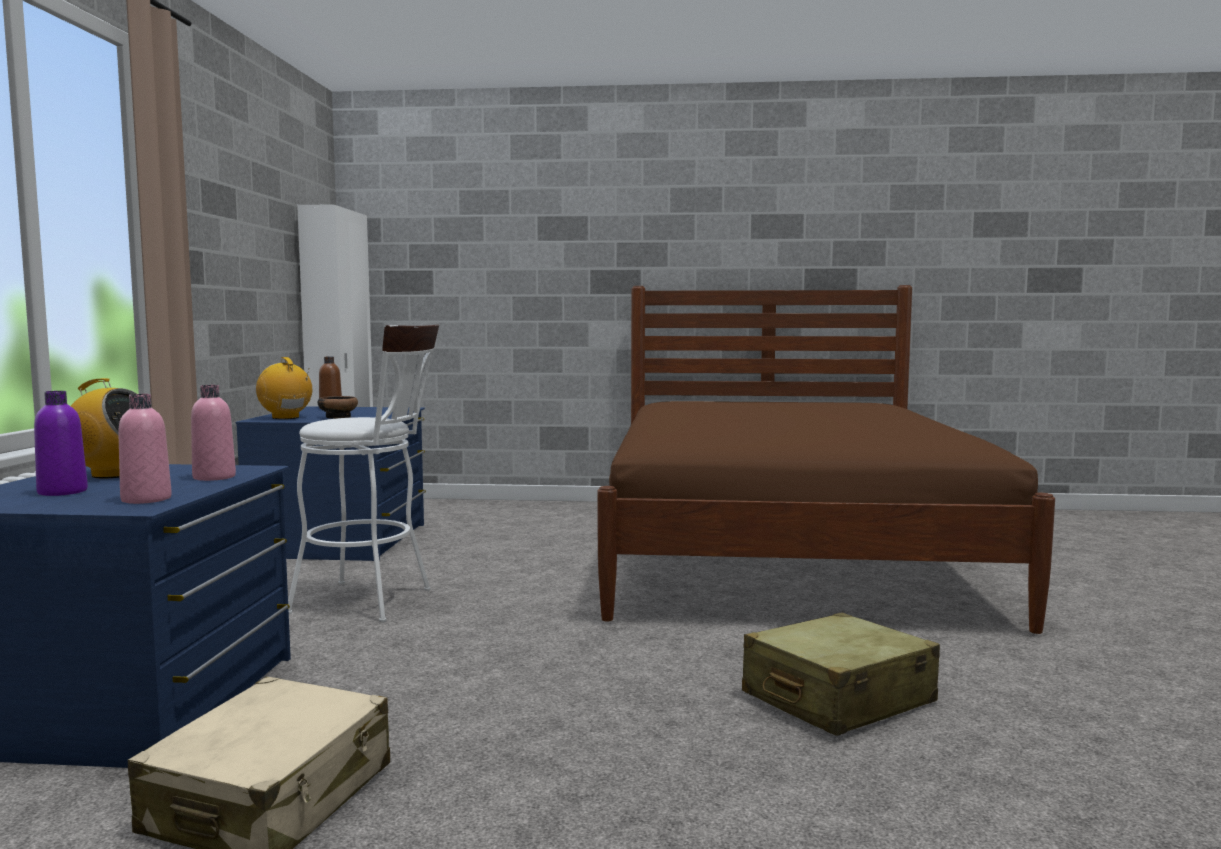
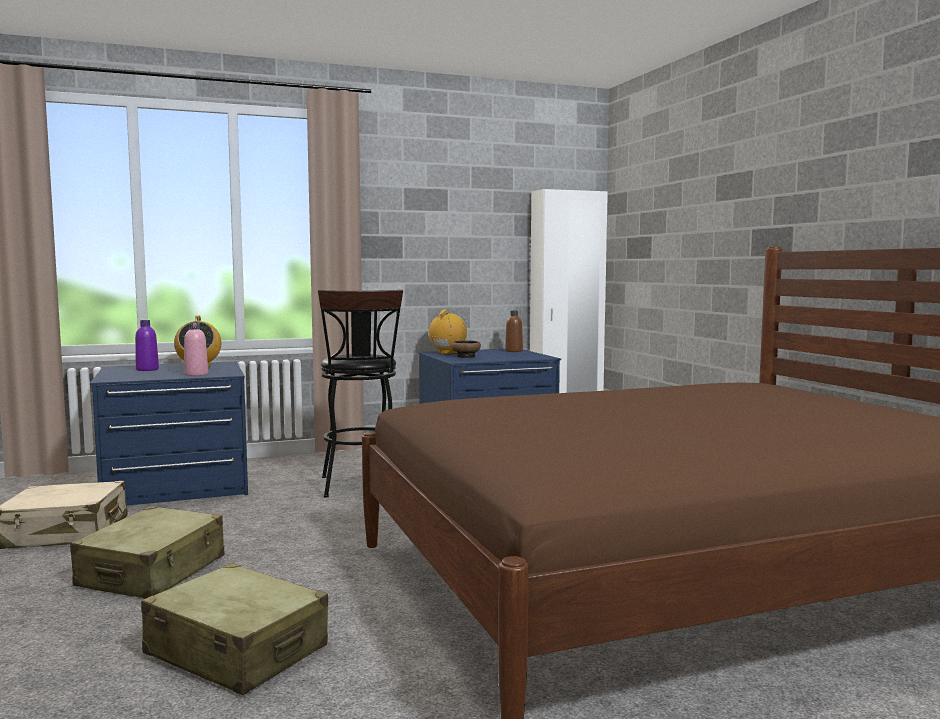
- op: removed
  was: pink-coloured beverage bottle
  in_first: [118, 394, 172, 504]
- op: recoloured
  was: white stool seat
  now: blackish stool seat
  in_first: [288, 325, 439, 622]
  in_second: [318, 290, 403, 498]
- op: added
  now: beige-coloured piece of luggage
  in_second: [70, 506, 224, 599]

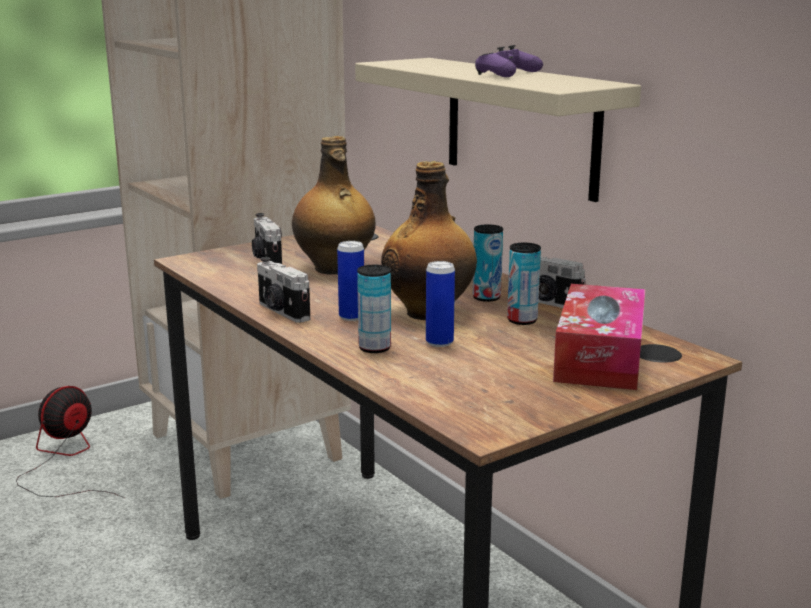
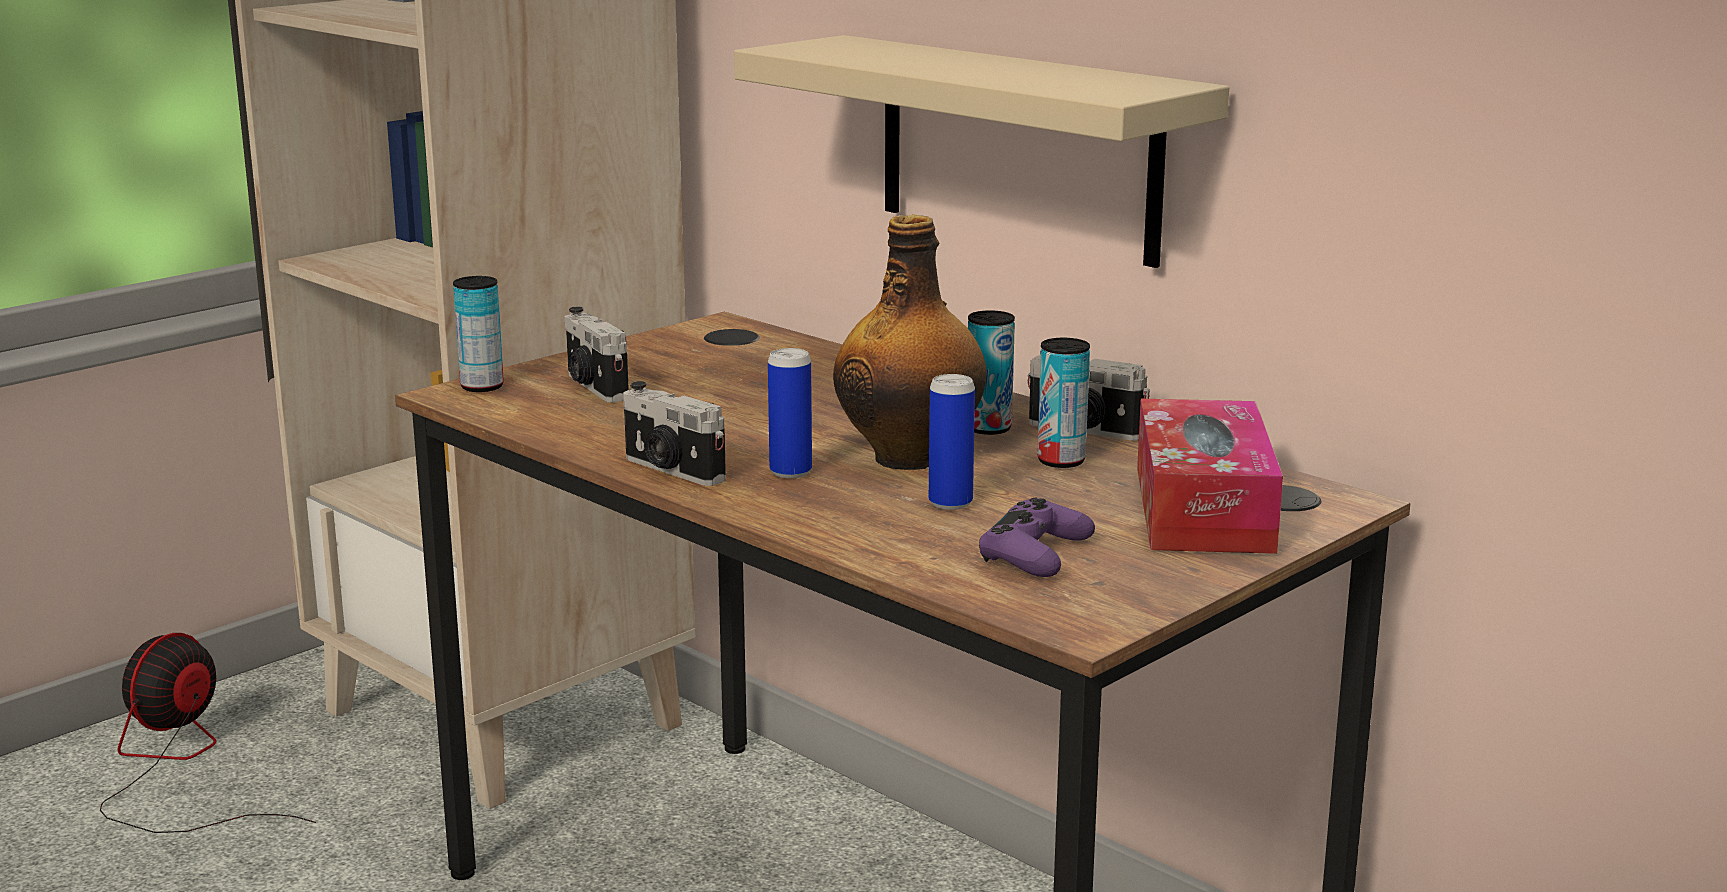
- op: removed
  was: beverage bottle
  in_first: [292, 136, 376, 275]
- op: moved
  was: sealed can
  in_first: [357, 265, 391, 353]
  in_second: [453, 276, 504, 392]
- op: moved
  was: purplish game controller
  in_first: [475, 45, 543, 77]
  in_second: [979, 498, 1095, 577]

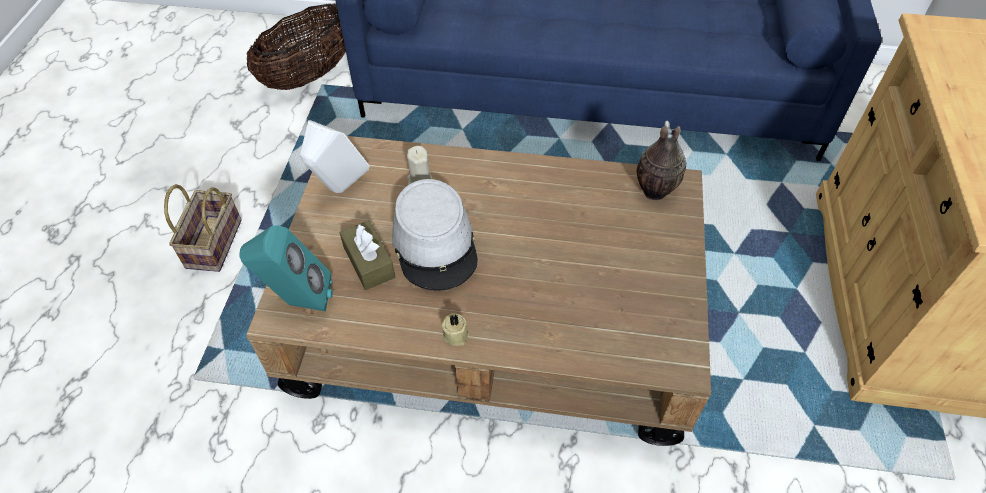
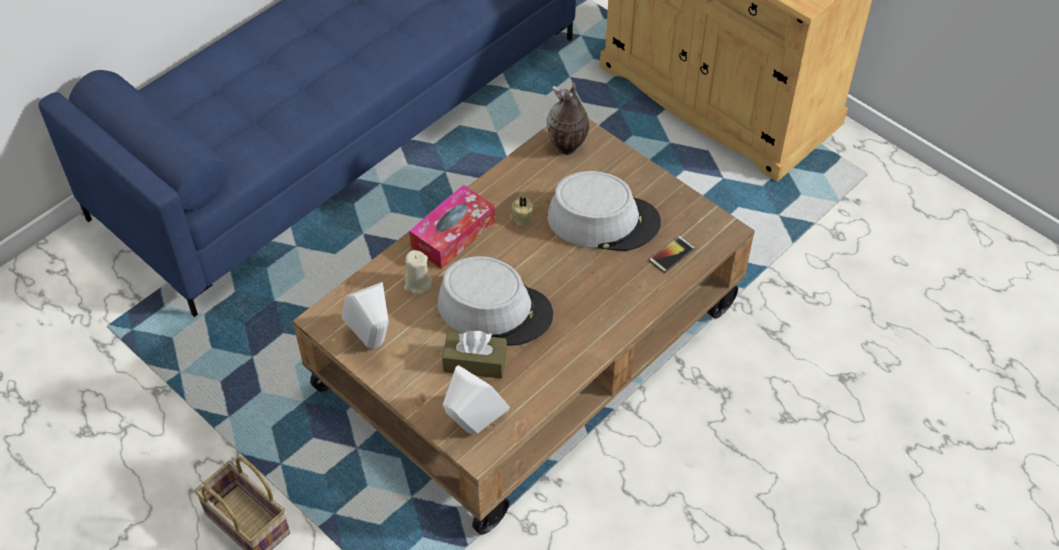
- op: recoloured
  was: turquoise loudspeaker
  now: white loudspeaker
  in_first: [239, 225, 333, 311]
  in_second: [443, 365, 510, 434]
- op: removed
  was: storage basket
  in_first: [246, 3, 346, 90]
- op: moved
  was: beige-coloured wax candle
  in_first: [442, 313, 469, 346]
  in_second: [510, 197, 534, 226]
- op: added
  now: tissue box
  in_second: [409, 185, 495, 269]
- op: added
  now: greyish wearable hat
  in_second: [547, 171, 661, 251]
- op: added
  now: phone
  in_second: [649, 236, 695, 273]

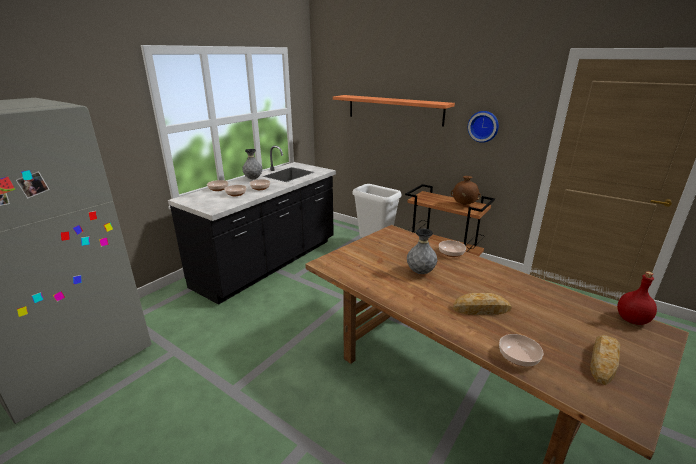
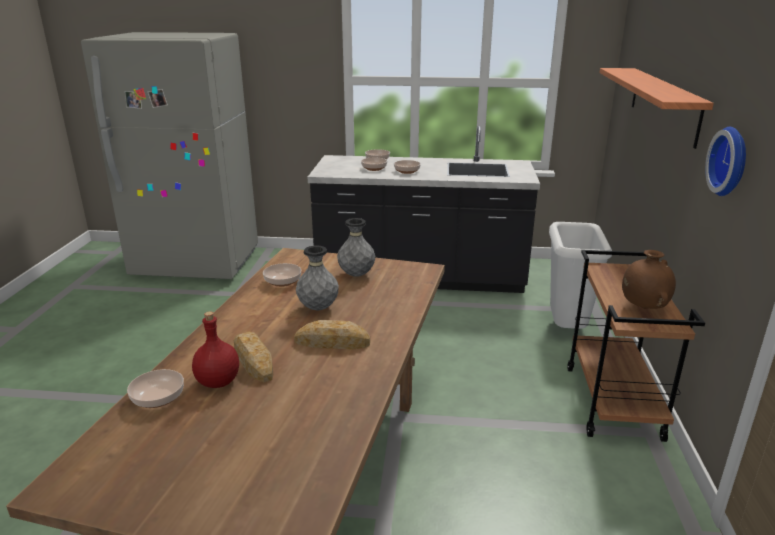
- op: moved
  was: greyish flower vase
  in_first: [242, 149, 262, 179]
  in_second: [337, 218, 375, 277]
- op: moved
  was: bowl
  in_first: [439, 240, 466, 257]
  in_second: [263, 263, 301, 287]
- op: moved
  was: baked bread
  in_first: [590, 335, 620, 385]
  in_second: [294, 320, 370, 350]
- op: moved
  was: reddish beverage bottle
  in_first: [617, 271, 657, 325]
  in_second: [192, 311, 239, 388]

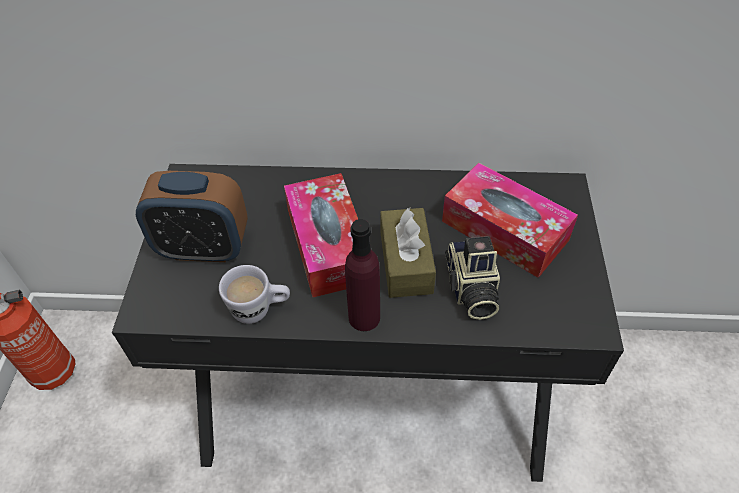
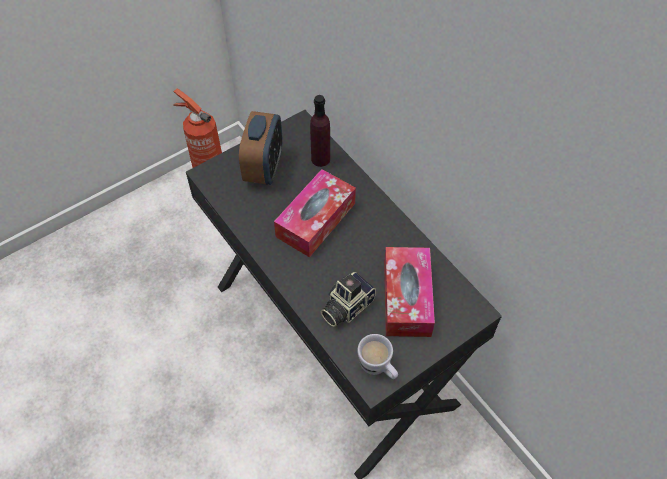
- op: turned
  was: alarm clock
  in_first: [136, 171, 248, 262]
  in_second: [239, 111, 283, 185]
  clockwise: -135
- op: moved
  was: white mug
  in_first: [219, 265, 290, 324]
  in_second: [357, 334, 398, 379]
- op: moved
  was: purplish beverage bottle
  in_first: [345, 219, 380, 331]
  in_second: [310, 95, 330, 167]
- op: removed
  was: brown tissue box
  in_first: [380, 208, 436, 298]

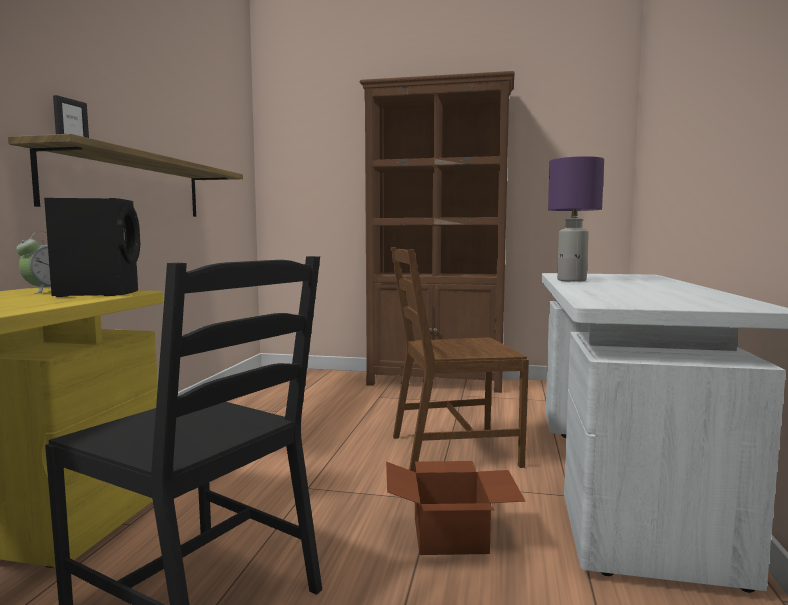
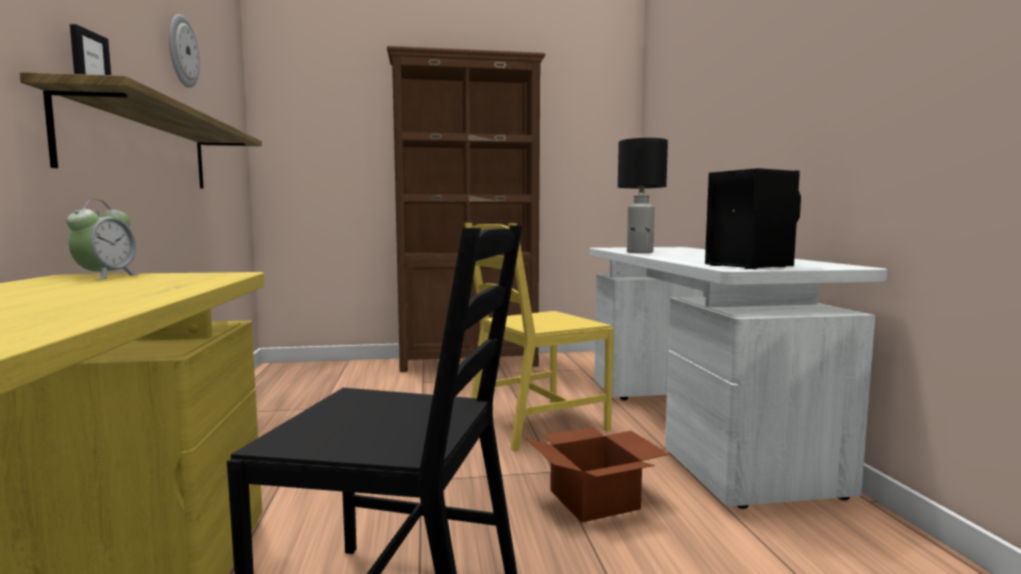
- op: moved
  was: blackish loudspeaker
  in_first: [44, 198, 140, 297]
  in_second: [705, 168, 801, 269]
- op: recoloured
  was: brown plain chair
  now: yellowish plain chair
  in_first: [390, 247, 529, 472]
  in_second: [464, 223, 614, 452]
- op: recoloured
  was: purplish table lamp
  now: blackish table lamp
  in_first: [548, 156, 604, 282]
  in_second: [618, 138, 668, 253]
- op: added
  now: clock on the wall
  in_second: [169, 14, 200, 88]

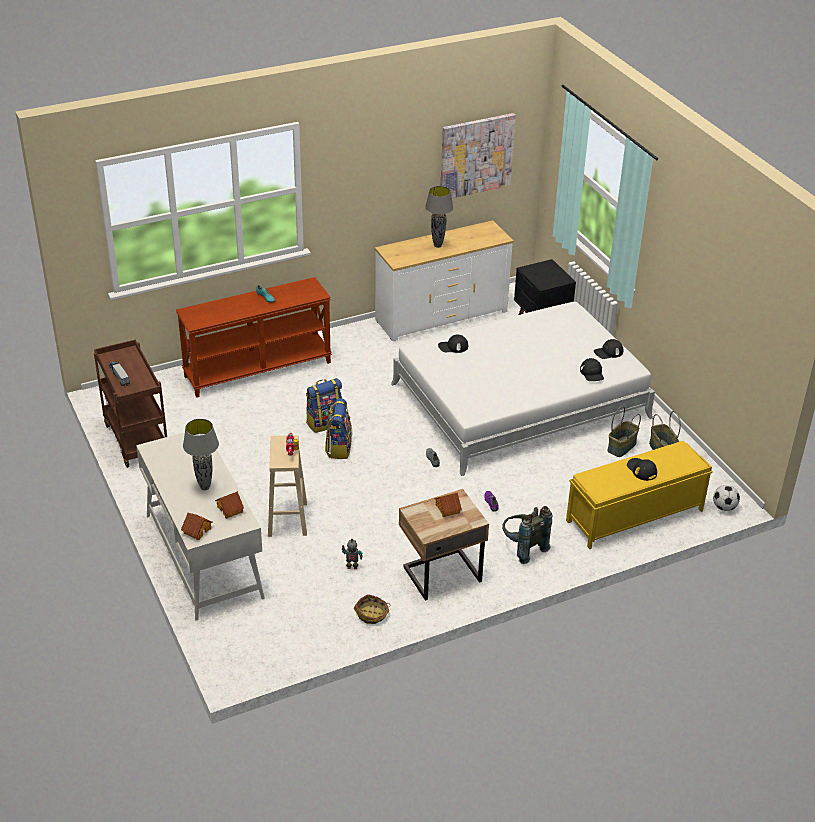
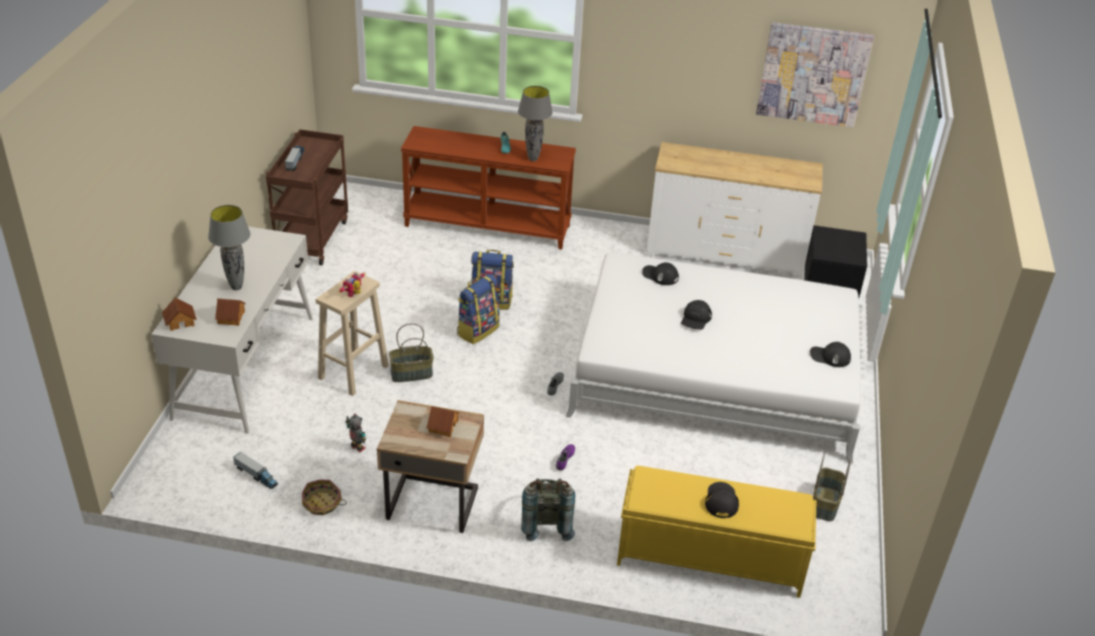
- op: moved
  was: greyish table lamp
  in_first: [425, 186, 454, 248]
  in_second: [518, 86, 553, 161]
- op: moved
  was: blackish baseball cap
  in_first: [580, 358, 604, 381]
  in_second: [681, 300, 712, 330]
- op: moved
  was: storage basket
  in_first: [607, 406, 641, 457]
  in_second: [389, 323, 434, 382]
- op: removed
  was: football ball
  in_first: [713, 485, 740, 511]
- op: added
  now: toy lorry
  in_second: [233, 452, 278, 489]

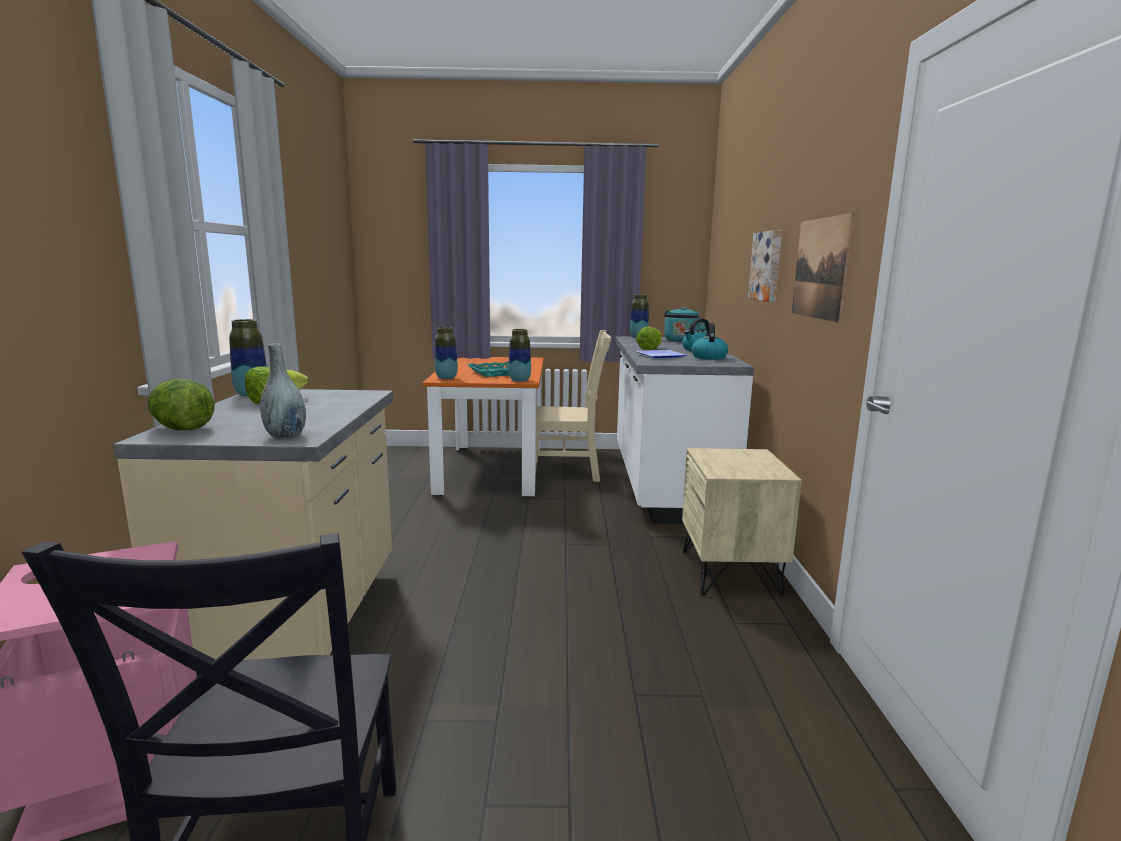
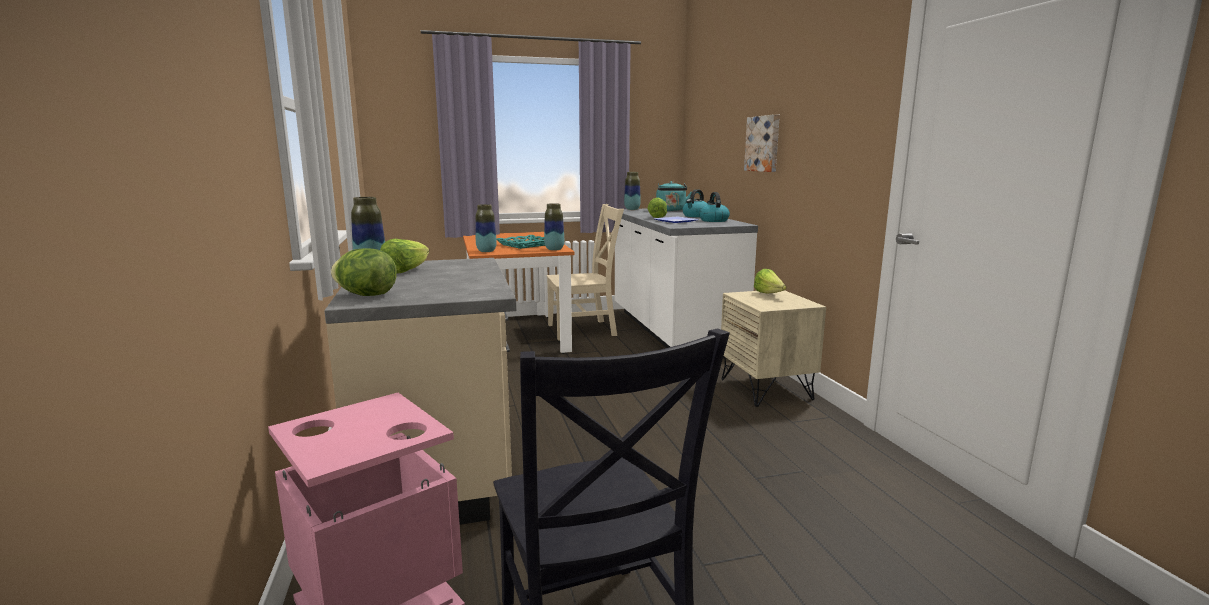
- op: removed
  was: greyish flower vase
  in_first: [260, 344, 306, 439]
- op: removed
  was: picture
  in_first: [792, 213, 854, 323]
- op: added
  now: lettuce head
  in_second: [754, 269, 787, 294]

